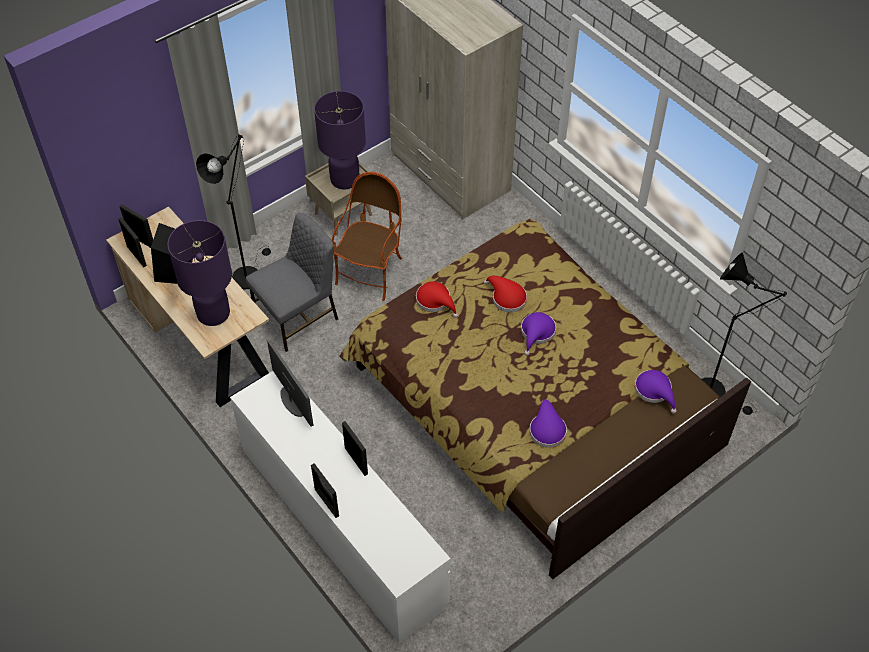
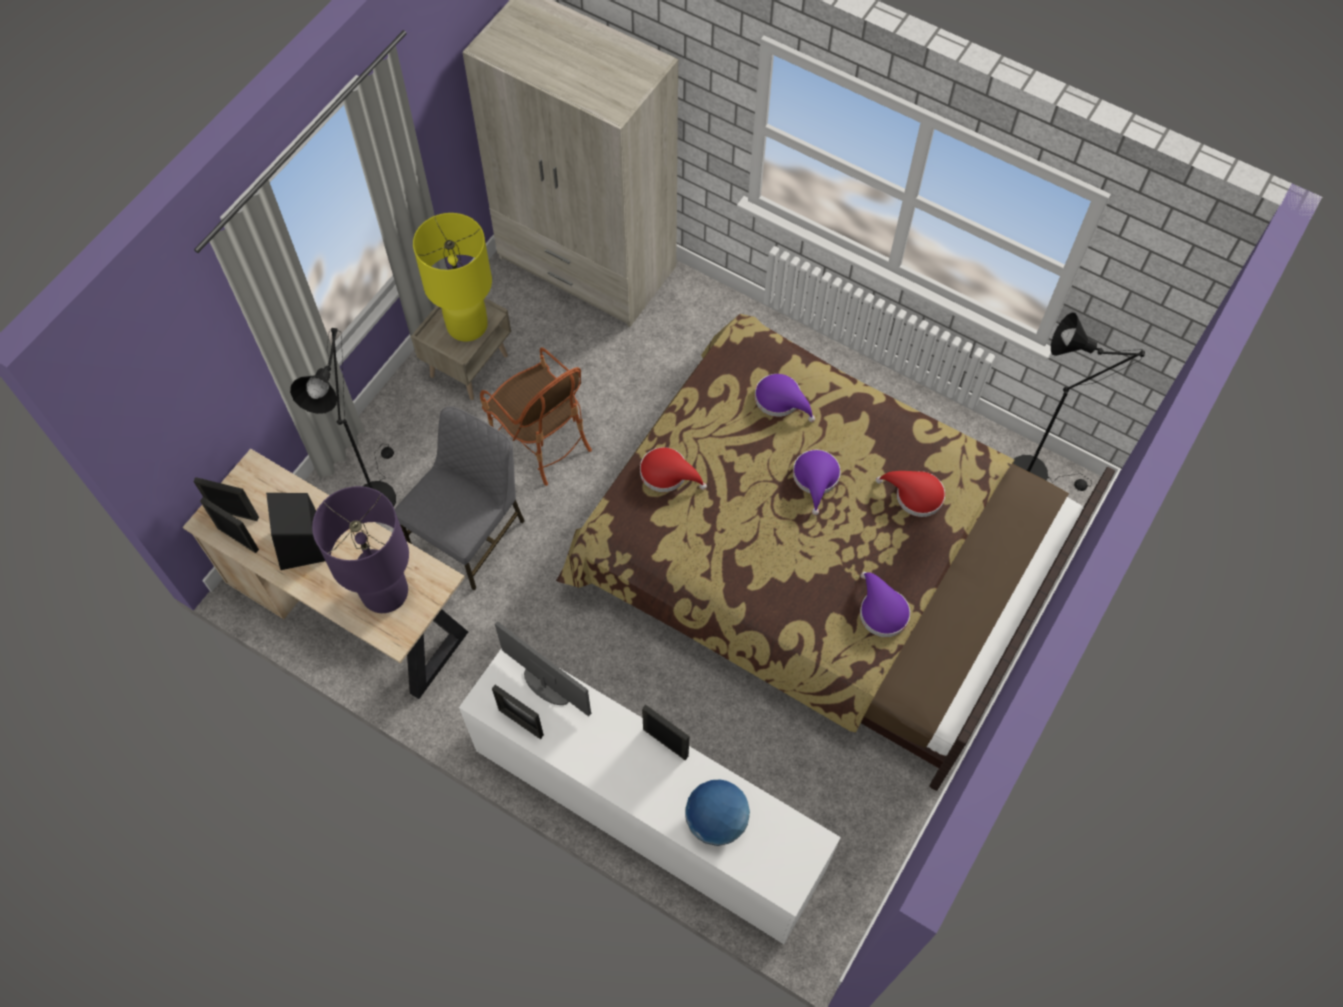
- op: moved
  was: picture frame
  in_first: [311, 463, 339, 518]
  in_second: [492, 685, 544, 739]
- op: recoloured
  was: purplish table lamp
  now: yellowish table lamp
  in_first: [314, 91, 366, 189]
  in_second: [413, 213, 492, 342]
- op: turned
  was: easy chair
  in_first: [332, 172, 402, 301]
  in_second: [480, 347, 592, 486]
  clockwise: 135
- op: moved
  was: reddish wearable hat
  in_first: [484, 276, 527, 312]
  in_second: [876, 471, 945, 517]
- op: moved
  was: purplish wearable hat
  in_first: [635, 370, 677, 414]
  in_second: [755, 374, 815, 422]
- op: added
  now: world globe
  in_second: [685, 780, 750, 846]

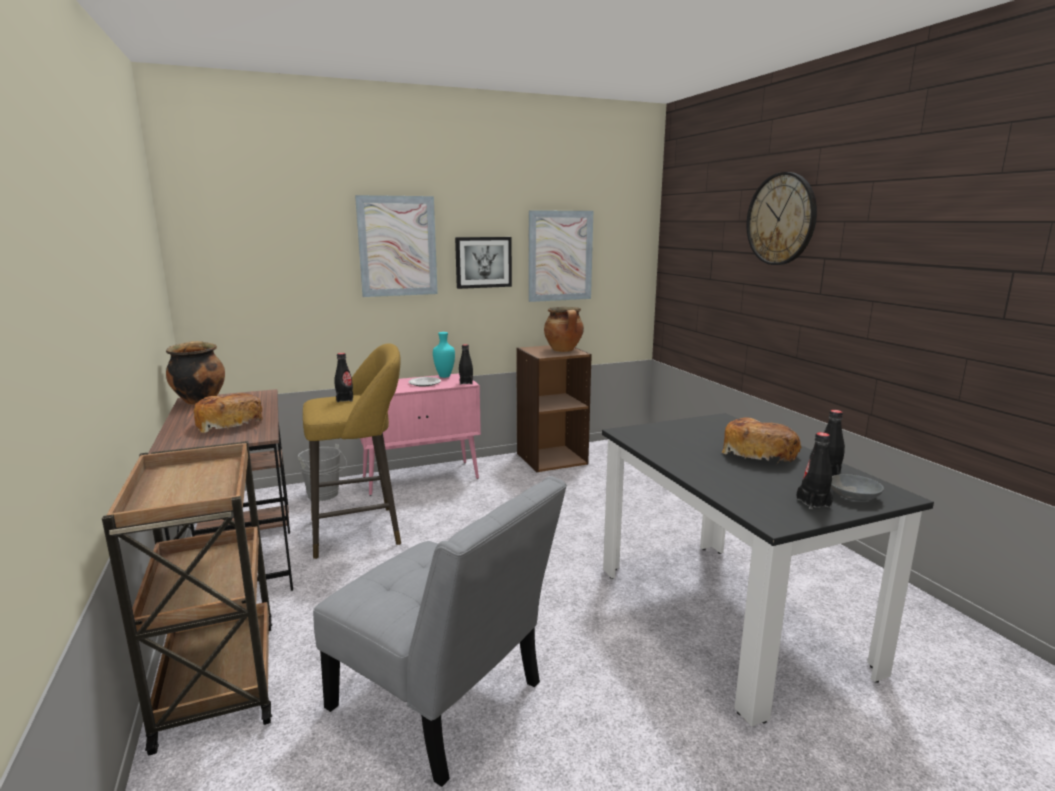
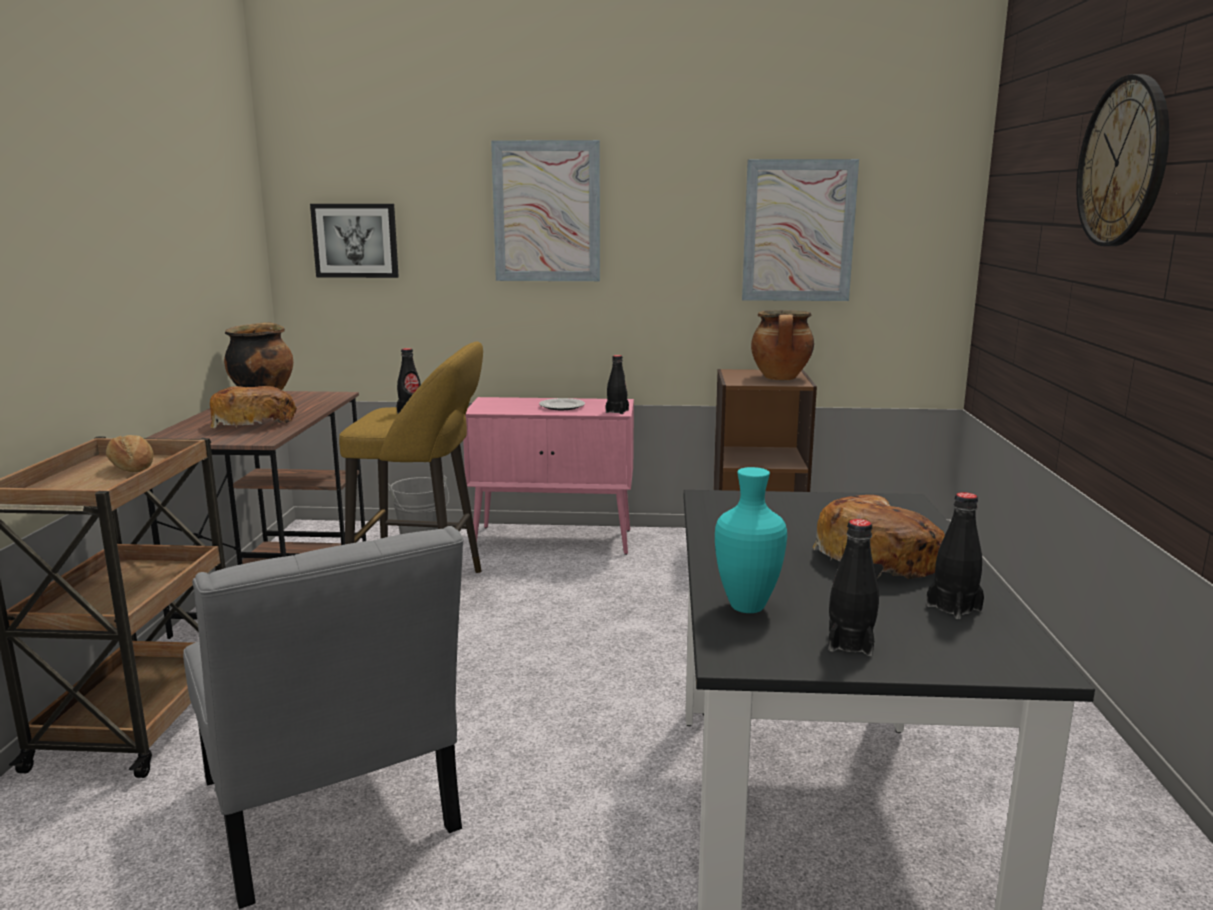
- op: moved
  was: turquoise flower vase
  in_first: [433, 332, 455, 378]
  in_second: [715, 467, 787, 613]
- op: moved
  was: picture
  in_first: [455, 237, 512, 289]
  in_second: [310, 204, 399, 278]
- op: removed
  was: greyish bowl
  in_first: [831, 474, 884, 501]
- op: added
  now: baked bread
  in_second: [106, 435, 154, 472]

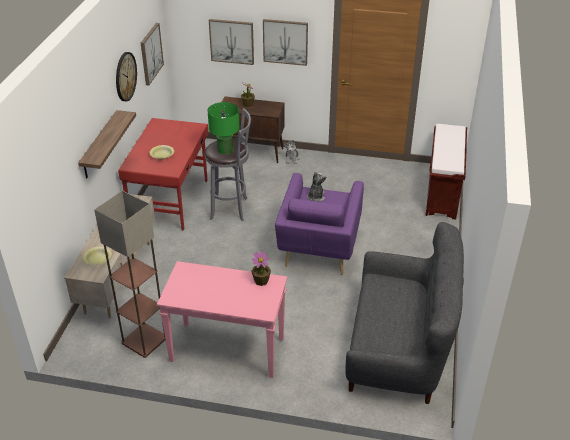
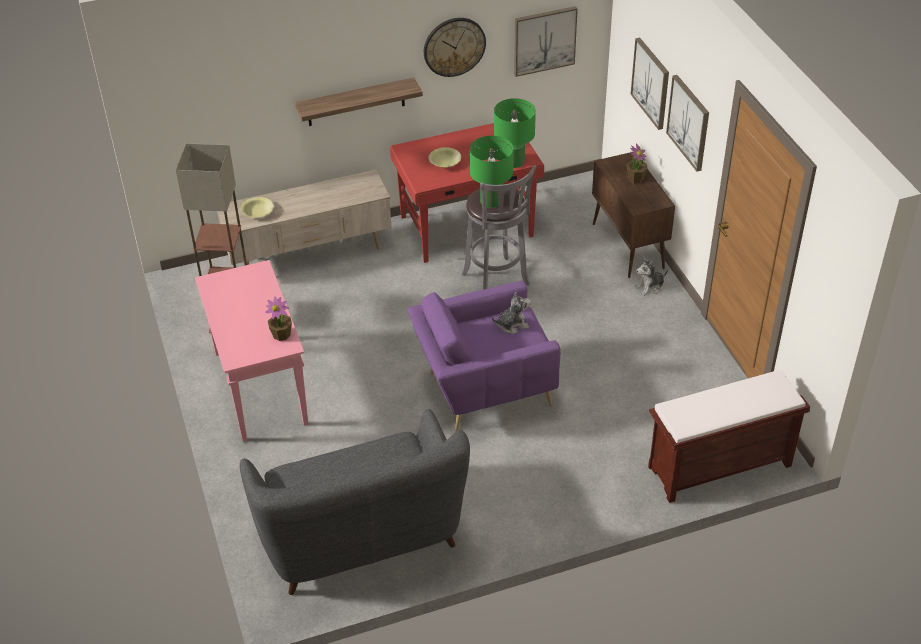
- op: added
  now: green table lamp
  in_second: [494, 98, 536, 168]

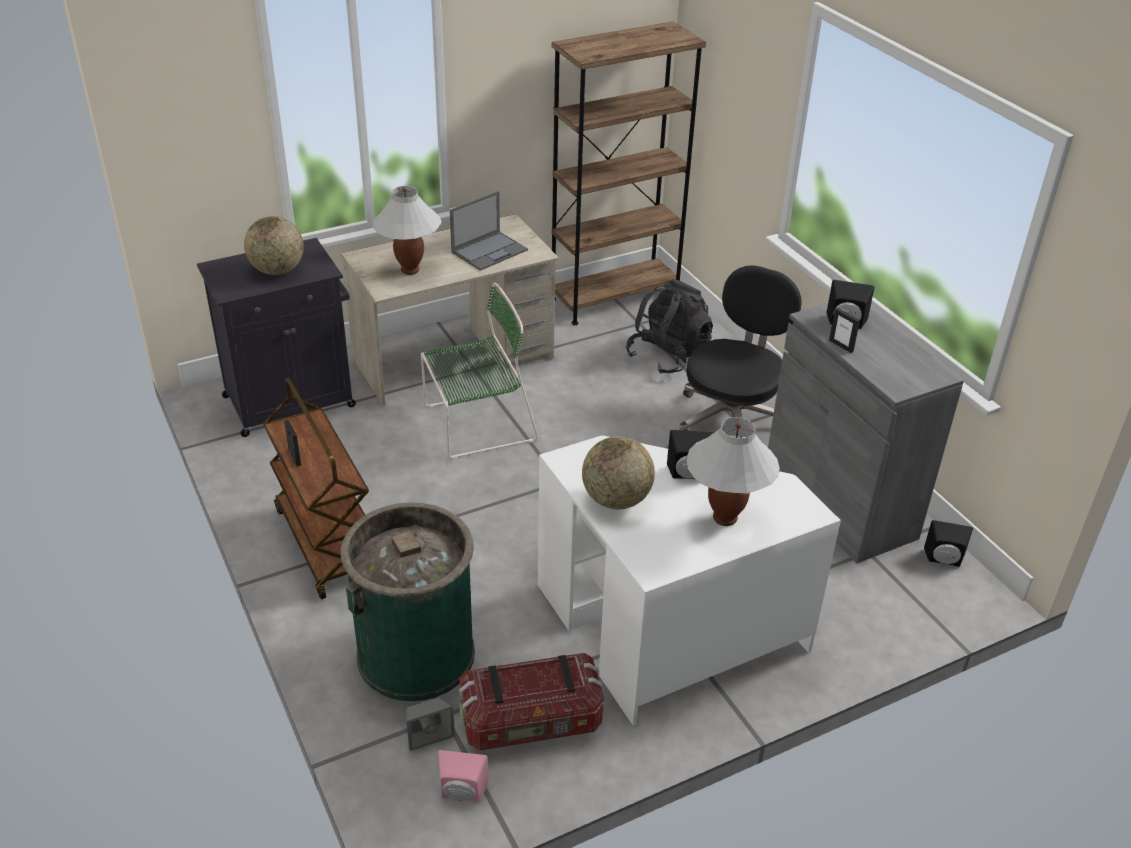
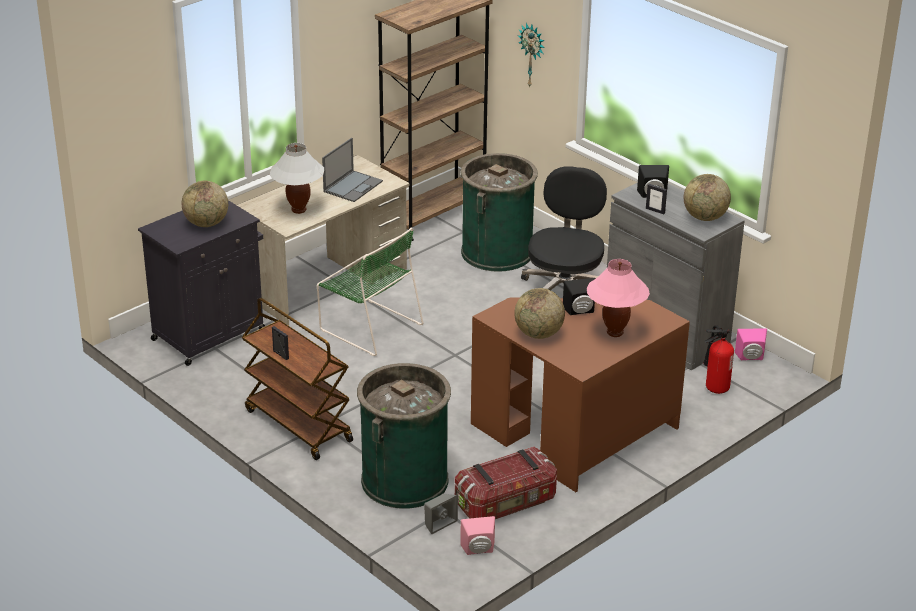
- op: turned
  was: green plain chair
  in_first: [421, 283, 538, 459]
  in_second: [317, 228, 424, 356]
  clockwise: 75
- op: recoloured
  was: white desk
  now: brown desk
  in_first: [538, 436, 841, 725]
  in_second: [471, 297, 690, 492]
- op: replaced
  was: blackish knapsack
  now: green trash can
  in_first: [626, 279, 713, 374]
  in_second: [460, 153, 538, 272]
- op: recoloured
  was: white table lamp
  now: pink-coloured table lamp
  in_first: [686, 417, 780, 526]
  in_second: [587, 259, 650, 337]
- op: recoloured
  was: blackish loudspeaker
  now: pink-coloured loudspeaker
  in_first: [924, 520, 973, 567]
  in_second: [735, 328, 767, 360]
- op: added
  now: clock on the wall
  in_second: [518, 23, 545, 88]
- op: added
  now: world globe
  in_second: [684, 174, 731, 221]
- op: added
  now: fire extinguisher
  in_second: [703, 325, 734, 394]

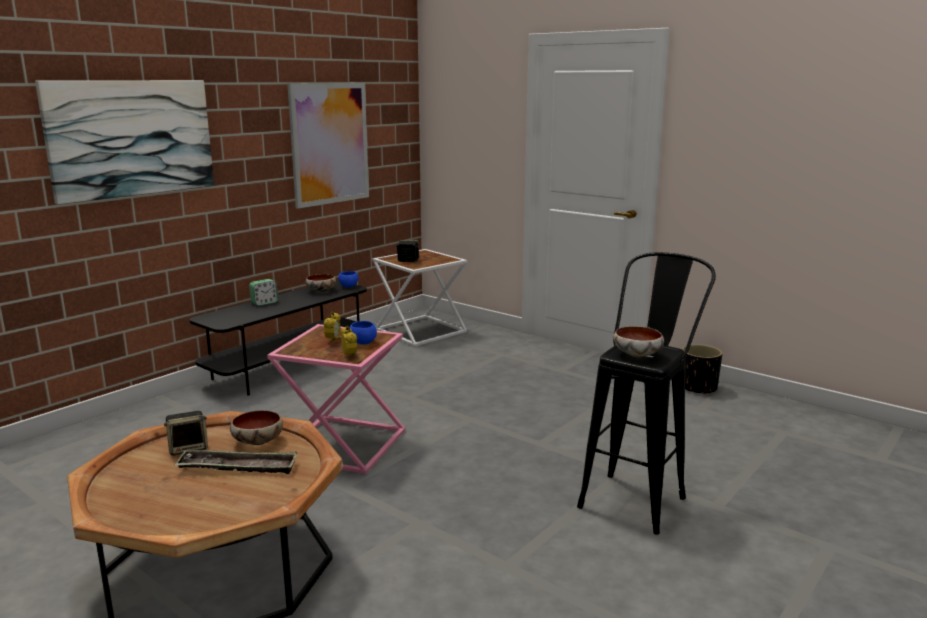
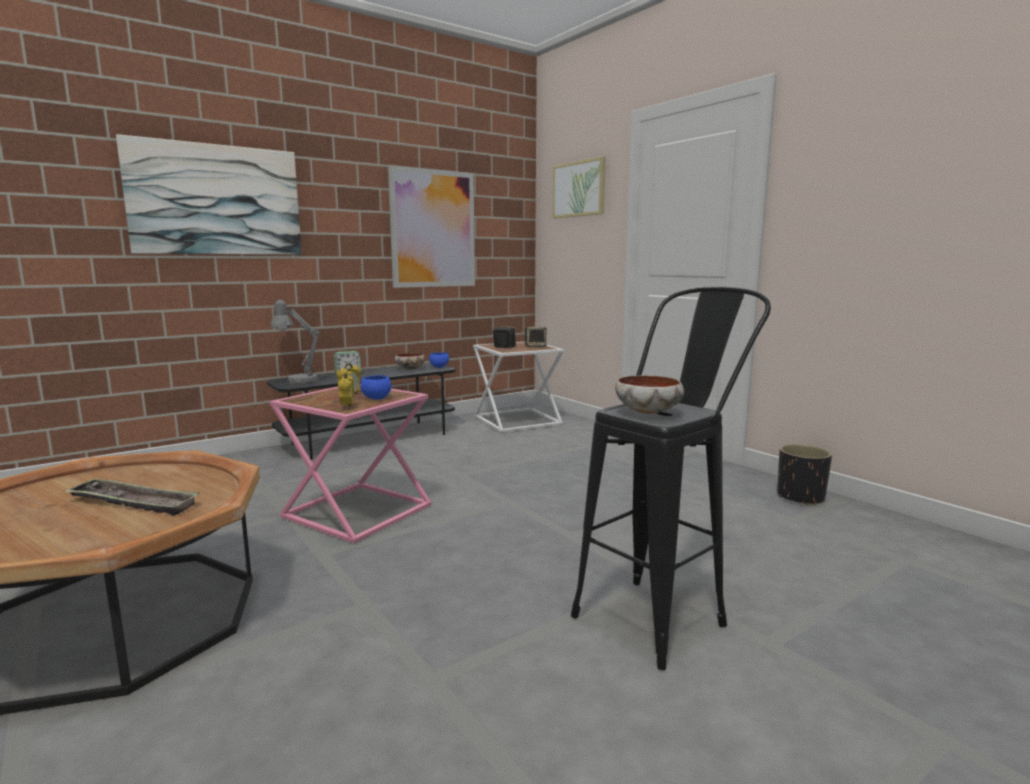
- op: moved
  was: loudspeaker
  in_first: [164, 411, 208, 456]
  in_second: [525, 327, 547, 347]
- op: removed
  was: bowl
  in_first: [230, 410, 283, 445]
- op: added
  now: greyish table lamp
  in_second: [270, 300, 320, 384]
- op: added
  now: picture
  in_second: [552, 156, 605, 219]

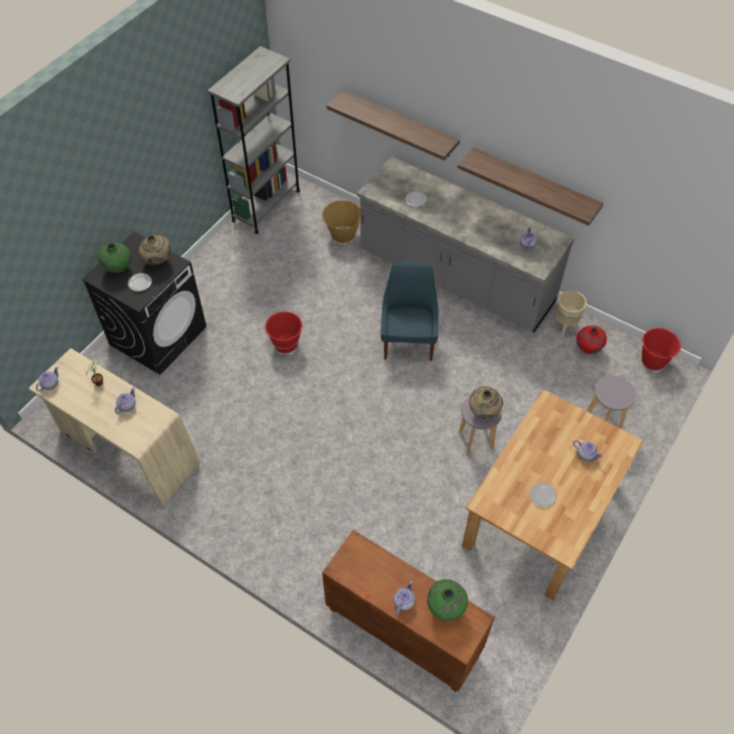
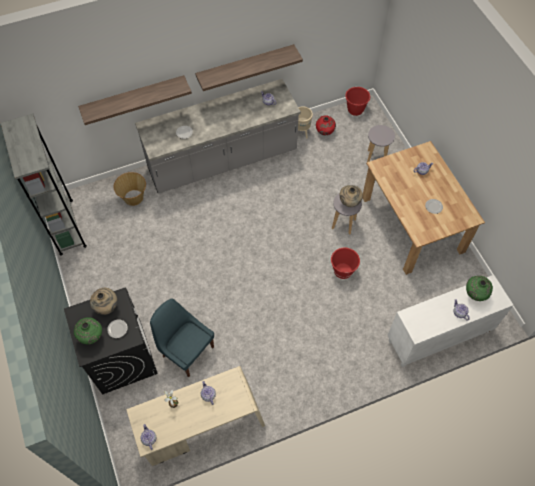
- op: moved
  was: reddish bucket
  in_first: [265, 311, 302, 353]
  in_second: [331, 248, 360, 279]
- op: recoloured
  was: brown cabinet
  now: white cabinet
  in_first: [322, 530, 495, 692]
  in_second: [387, 275, 513, 367]
- op: moved
  was: bluish plain chair
  in_first: [381, 261, 438, 361]
  in_second: [150, 298, 214, 377]

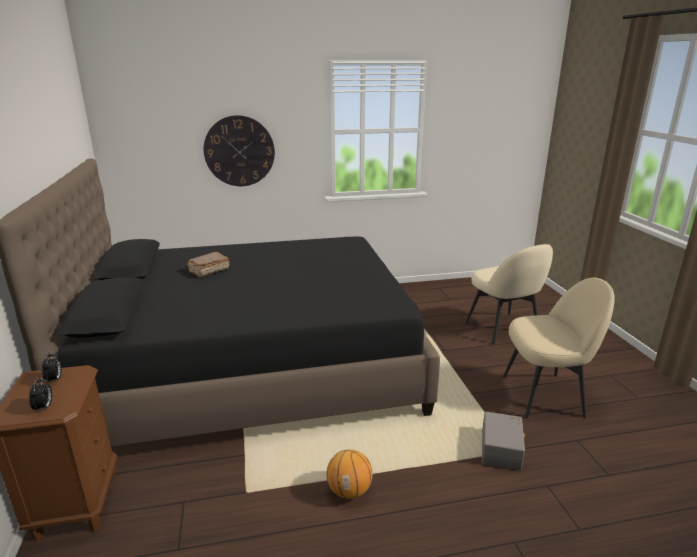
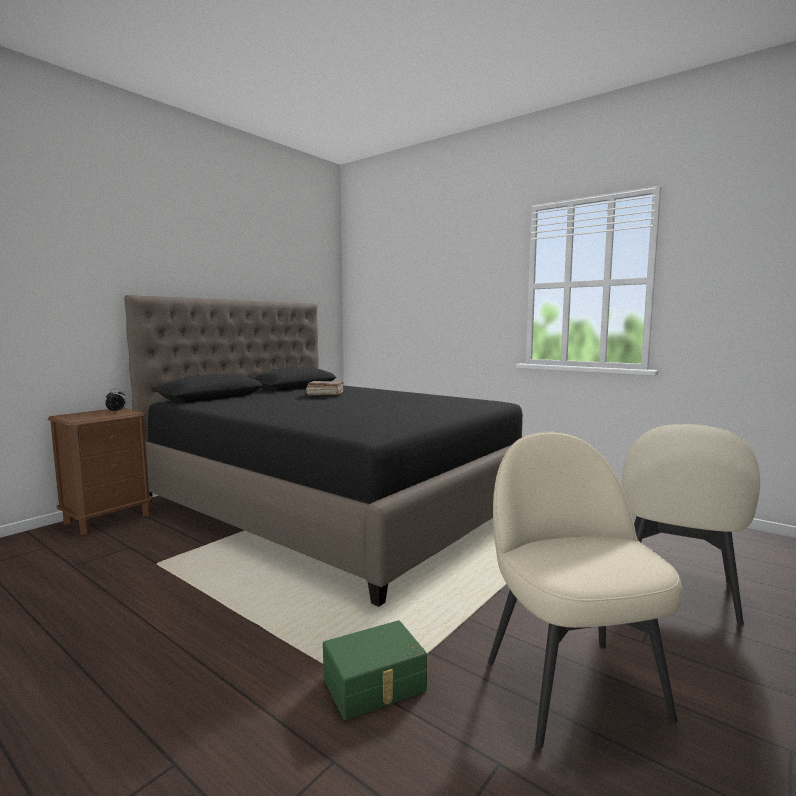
- op: removed
  was: alarm clock
  in_first: [29, 377, 52, 413]
- op: removed
  was: clock on the wall
  in_first: [204, 115, 275, 186]
- op: removed
  was: ball for basketball
  in_first: [326, 449, 373, 499]
- op: recoloured
  was: greyish storage container
  now: green storage container
  in_first: [482, 412, 525, 471]
  in_second: [323, 620, 427, 720]
- op: turned
  was: beige-coloured plain chair
  in_first: [503, 278, 615, 419]
  in_second: [488, 432, 683, 748]
  clockwise: -150

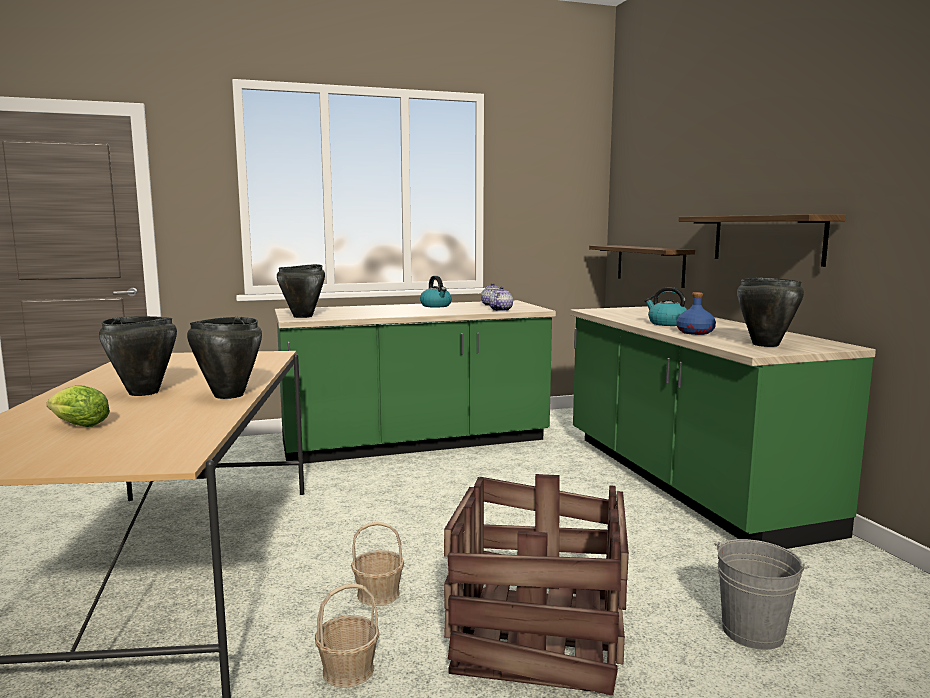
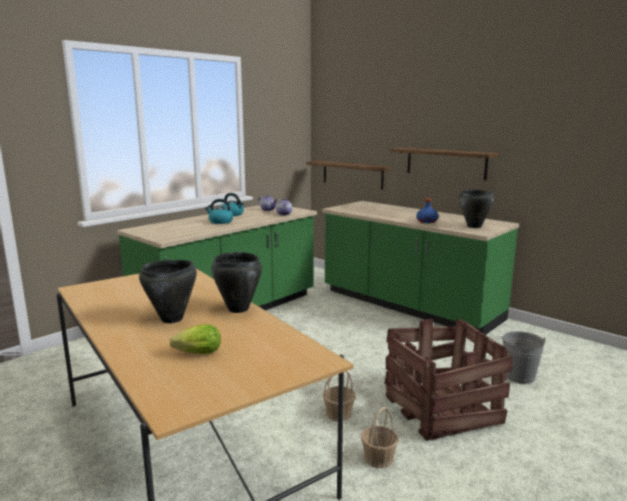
- op: removed
  was: blackish saucepot
  in_first: [277, 264, 325, 318]
- op: moved
  was: water kettle
  in_first: [645, 287, 687, 326]
  in_second: [205, 199, 233, 224]

